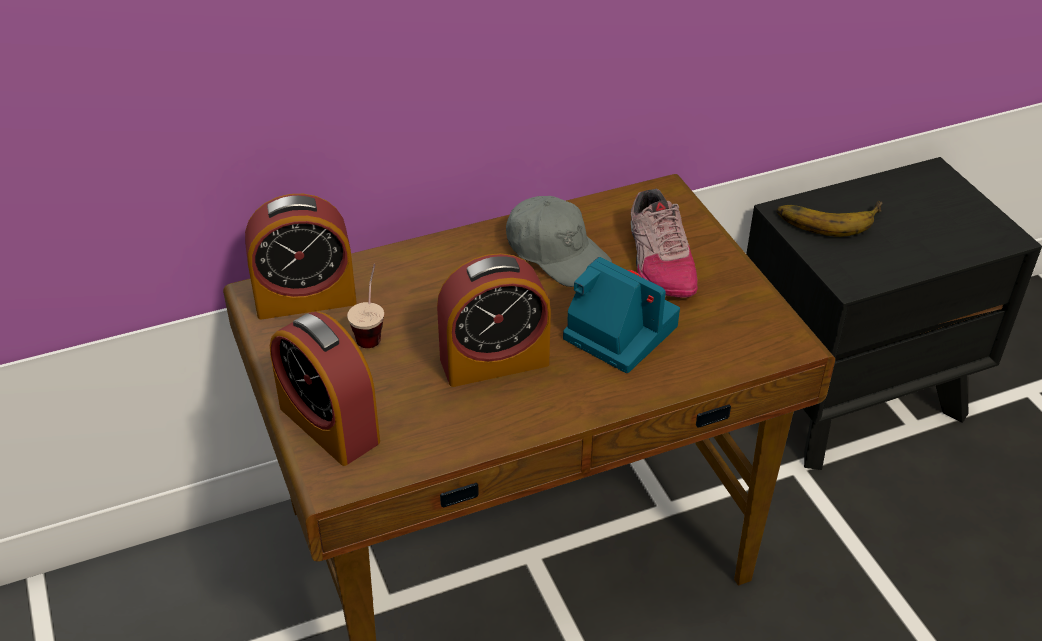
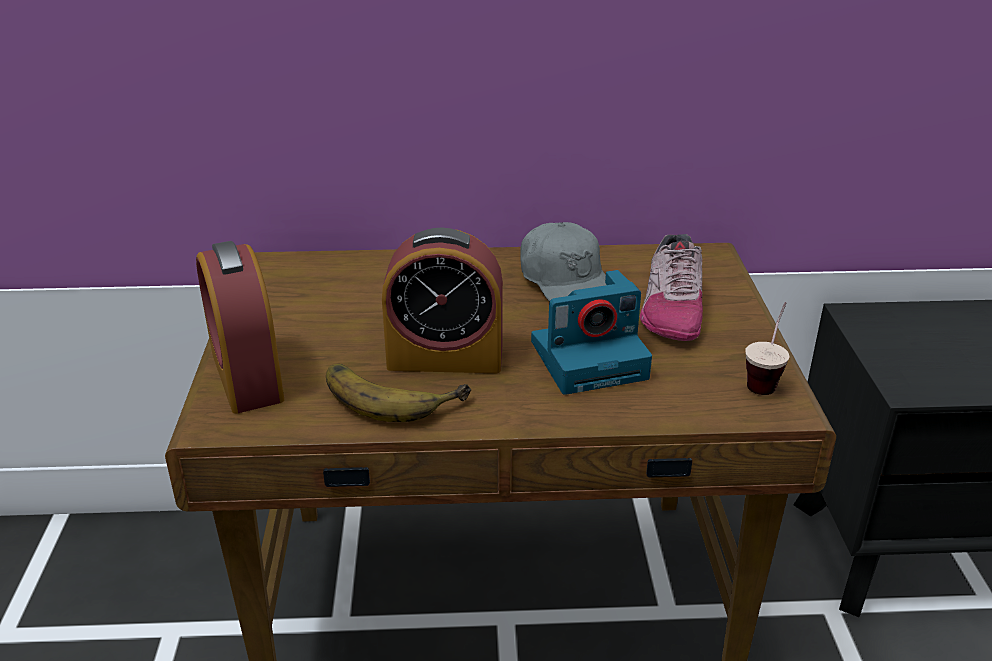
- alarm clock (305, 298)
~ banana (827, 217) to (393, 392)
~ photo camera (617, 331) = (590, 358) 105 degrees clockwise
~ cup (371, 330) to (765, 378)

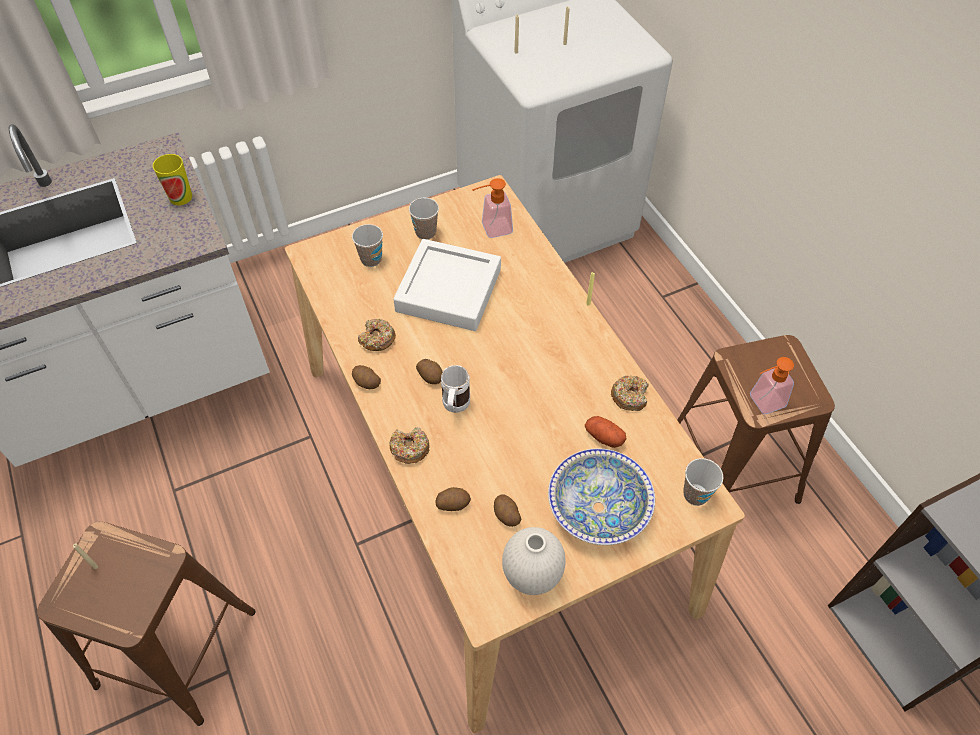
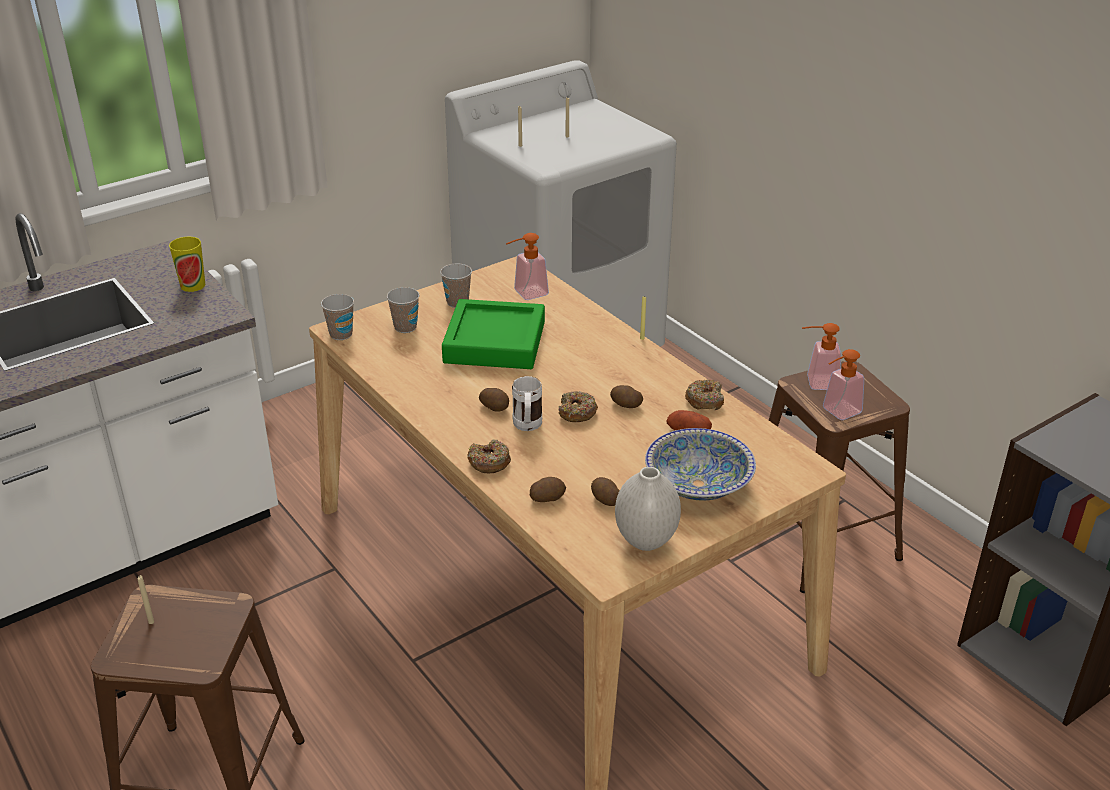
~ tray (white) (448, 290) to tray (green) (494, 342)
~ donut (377, 339) to (577, 412)
~ potato (366, 382) to (625, 405)
~ cup (695, 494) to (341, 334)
+ soap dispenser (816, 383)

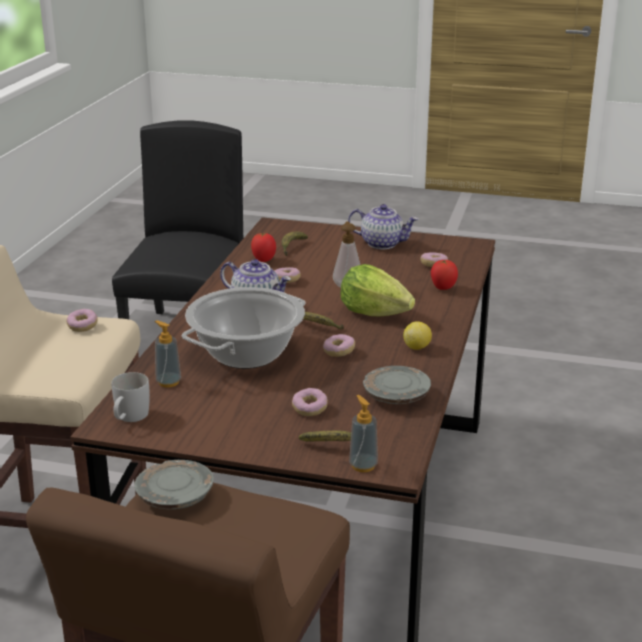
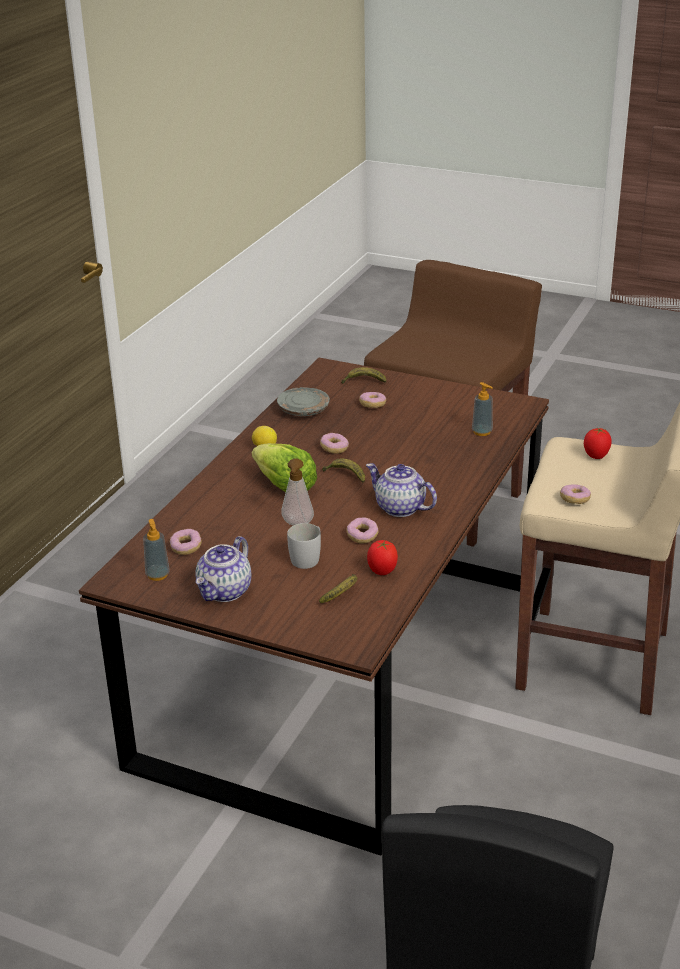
~ teapot (382, 243) = (225, 591) 90 degrees counterclockwise
~ tomato (443, 288) to (596, 456)
- cooking pot (246, 353)
~ mug (white) (129, 418) to (308, 557)
~ soap dispenser (363, 465) to (157, 575)
- plate (grey) (175, 496)

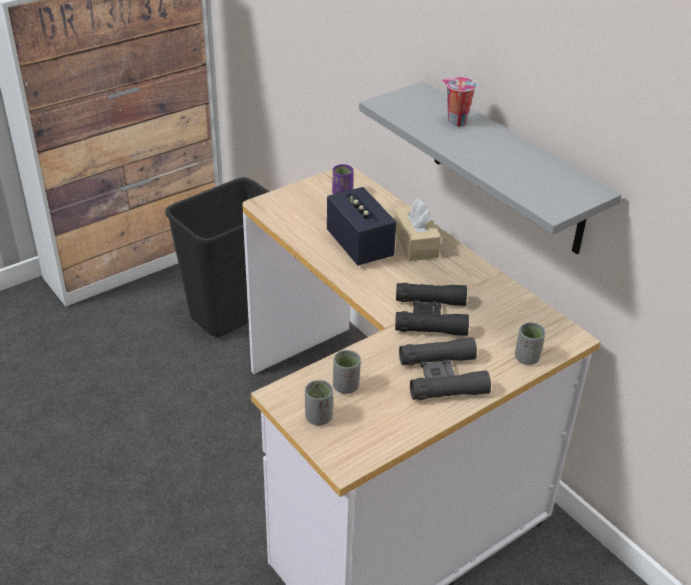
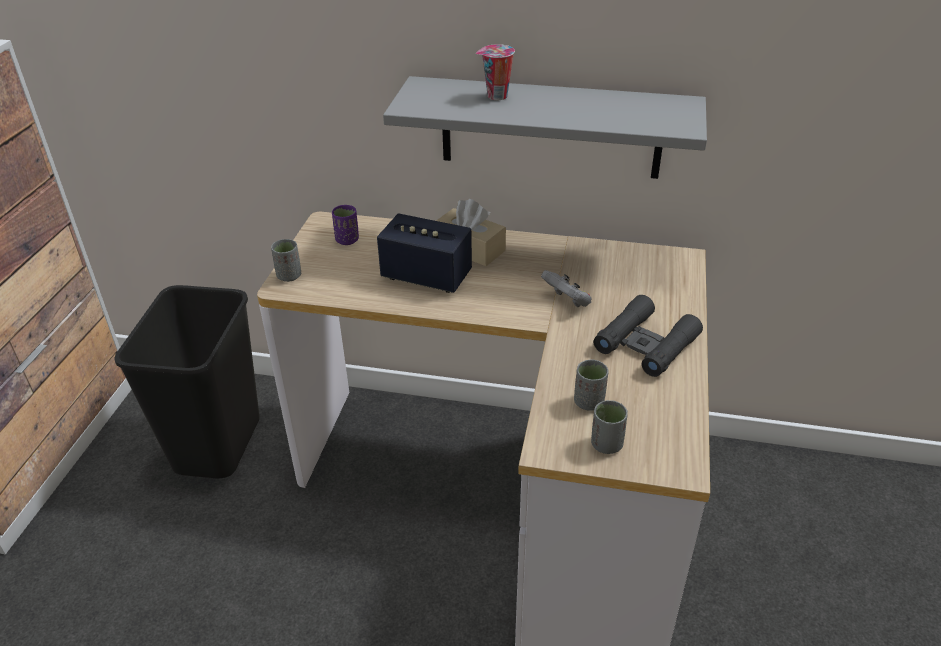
~ binoculars (black) (430, 316) to game controller (grey) (567, 301)
~ cup (grey) (527, 358) to (289, 276)

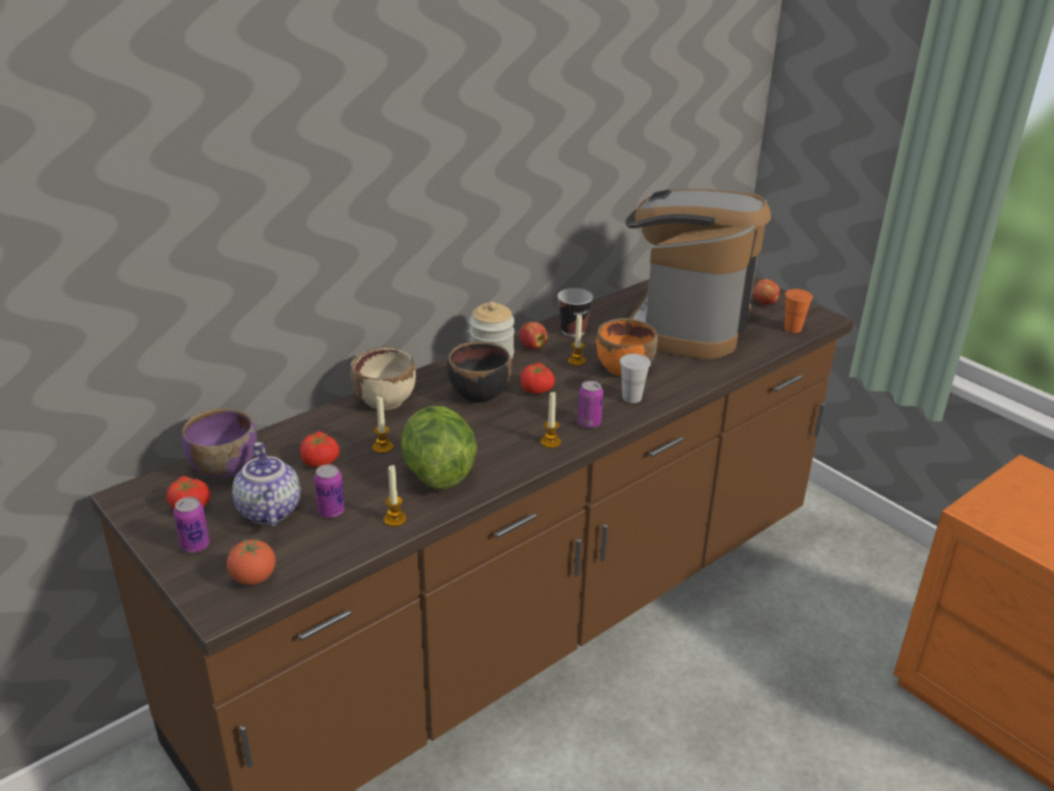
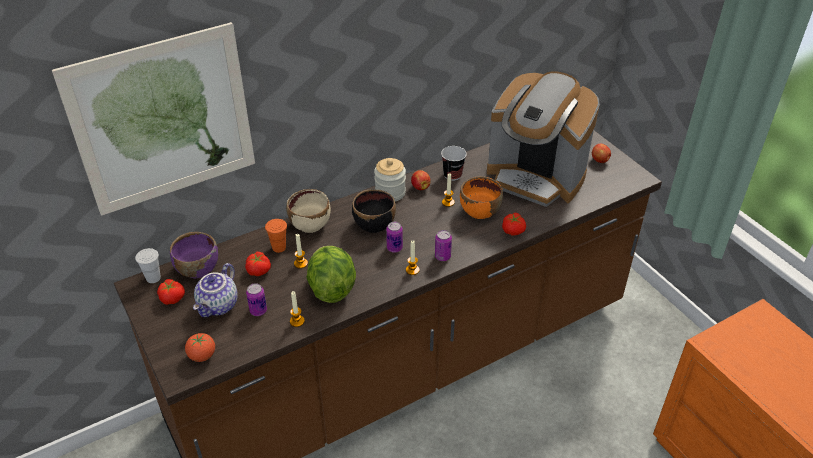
~ coffee machine (687, 326) = (536, 177) 90 degrees counterclockwise
~ cup (orange) (792, 328) to (279, 247)
~ cup (white) (632, 397) to (153, 278)
~ tomato (537, 389) to (513, 230)
~ teapot (267, 510) = (219, 306) 150 degrees counterclockwise
~ can (195, 545) to (394, 248)
+ picture (163, 120)

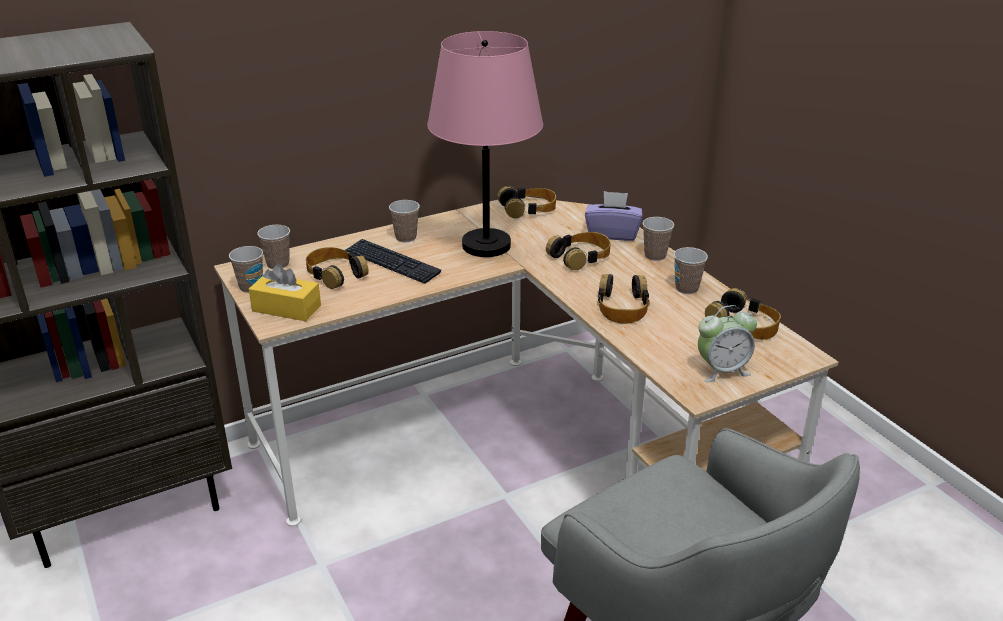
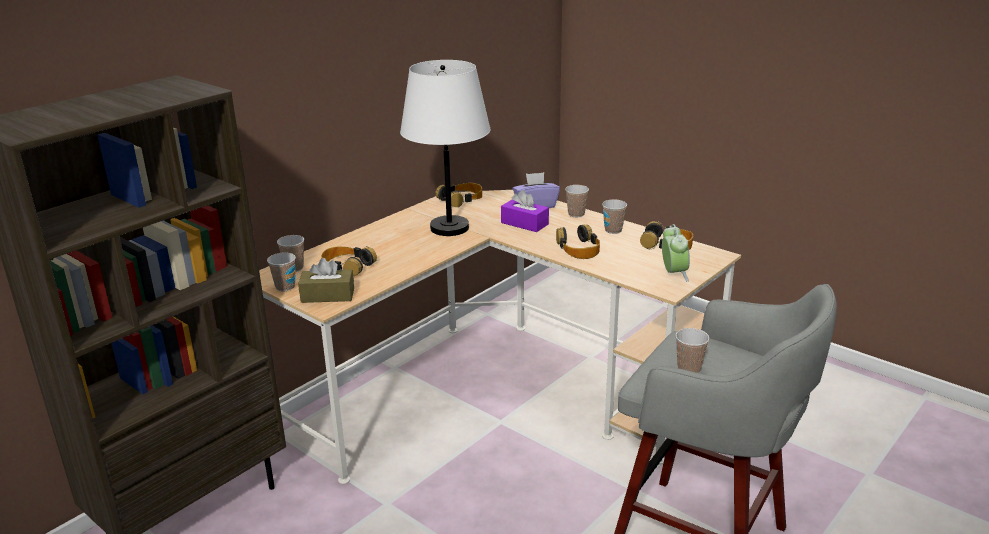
~ table lamp (pink) (486, 246) to table lamp (white) (450, 228)
~ cup (406, 237) to (689, 369)
~ headphones (580, 257) to tissue box (purple) (524, 223)
- keyboard (391, 263)
~ tissue box (yellow) (286, 308) to tissue box (brown) (327, 295)
~ alarm clock (722, 370) = (673, 273) 60 degrees counterclockwise

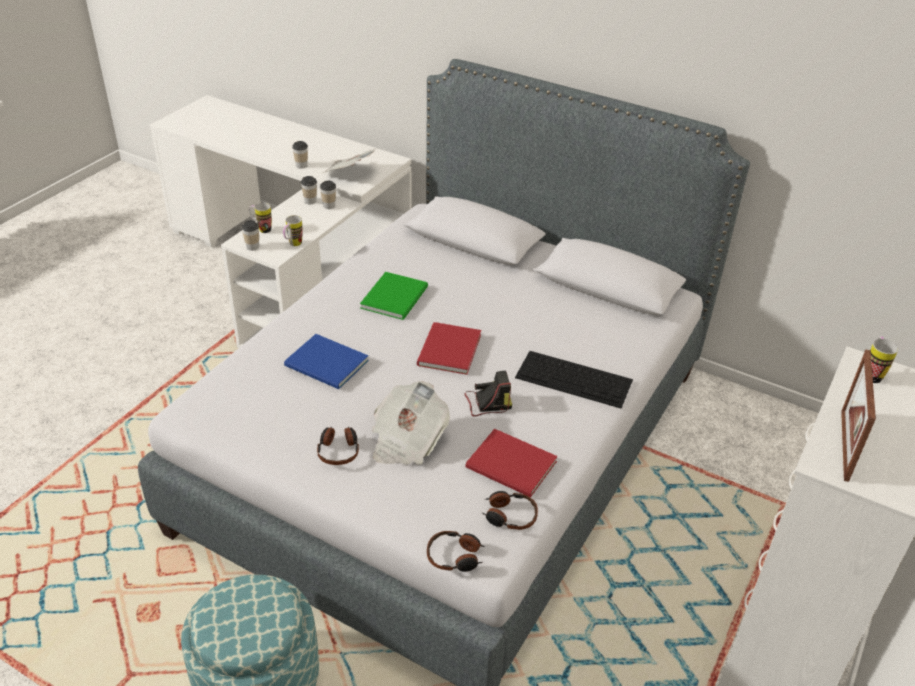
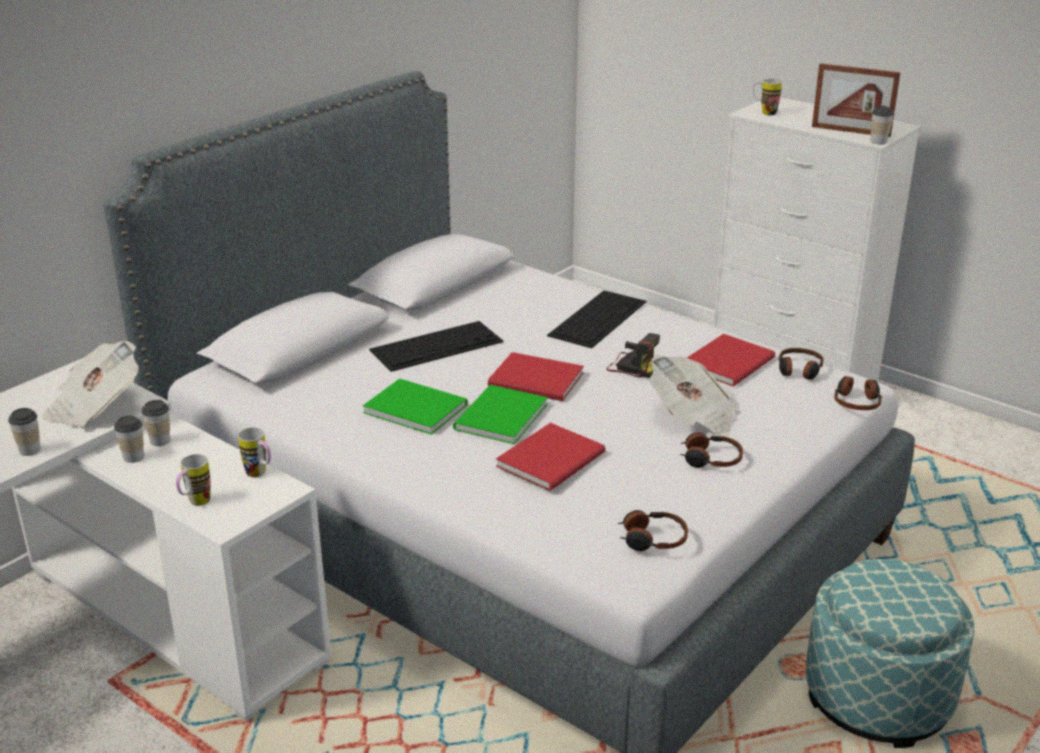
~ cup (252, 247) to (878, 142)
~ book (blue) (327, 365) to book (red) (554, 459)
~ photo camera (487, 403) = (632, 367) 120 degrees clockwise
+ keyboard (437, 345)
+ book (green) (497, 417)
+ headphones (652, 539)

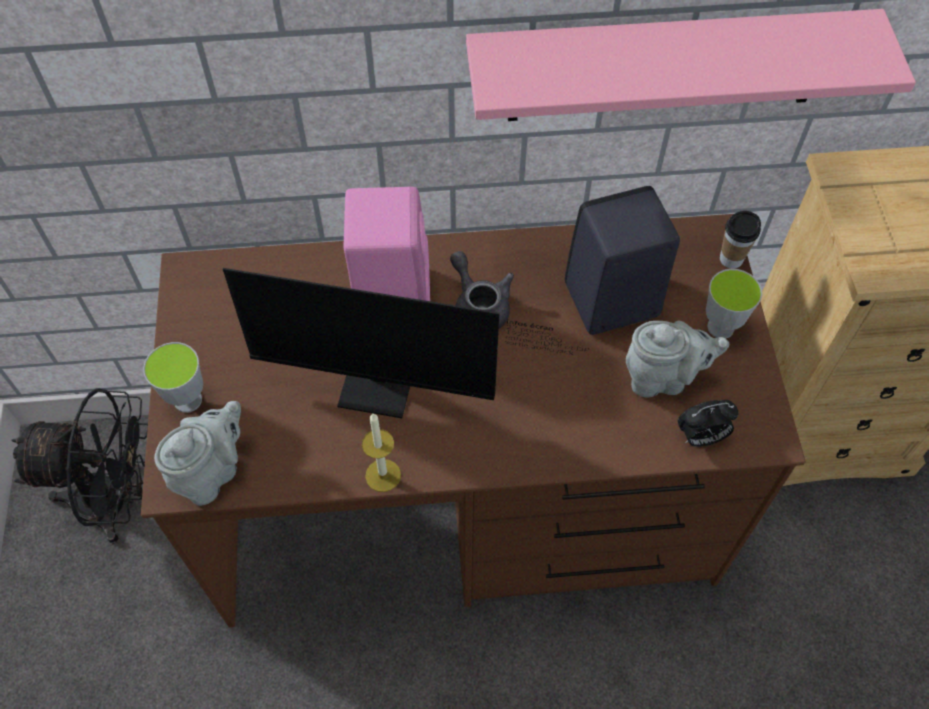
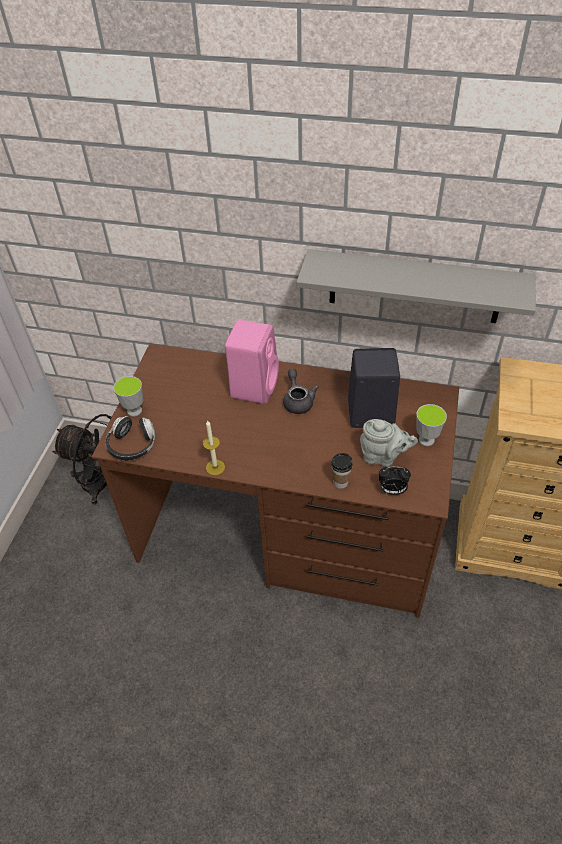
~ shelf (pink) (666, 66) to shelf (grey) (414, 287)
~ cup (731, 259) to (340, 482)
- monitor (388, 389)
~ teapot (grey) (212, 472) to headphones (132, 445)

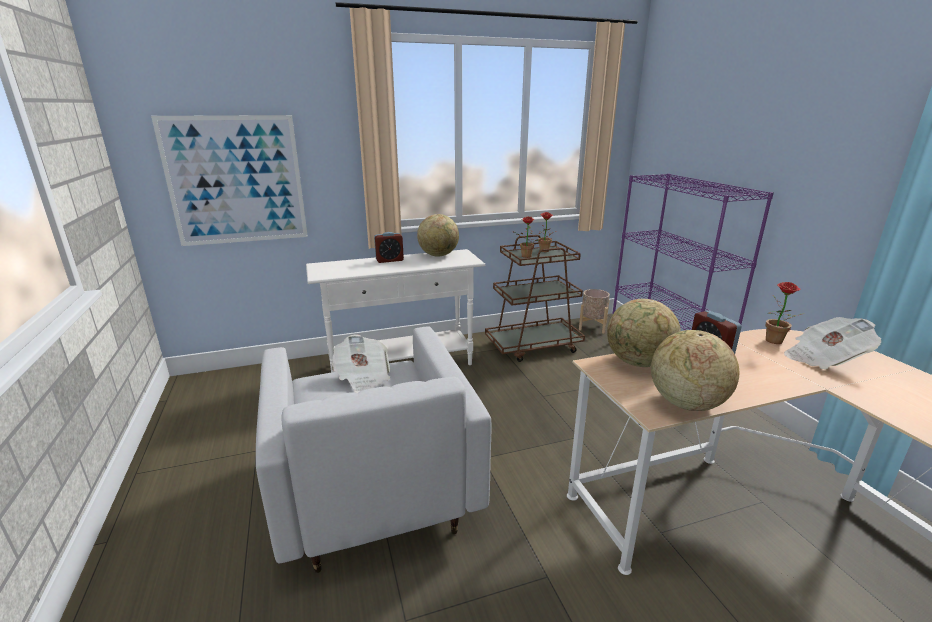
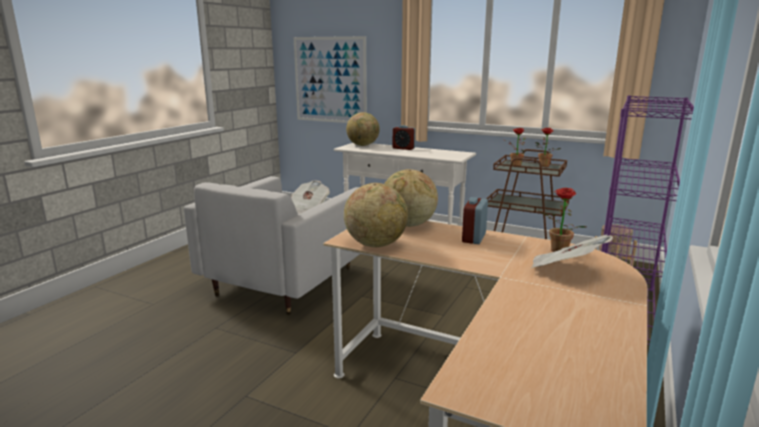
~ globe (438, 255) to (363, 145)

